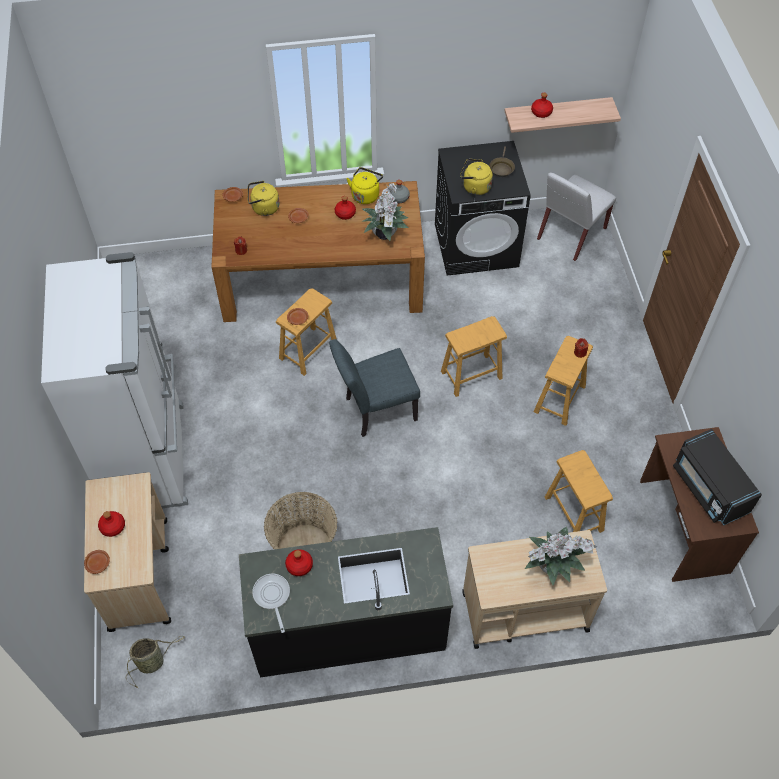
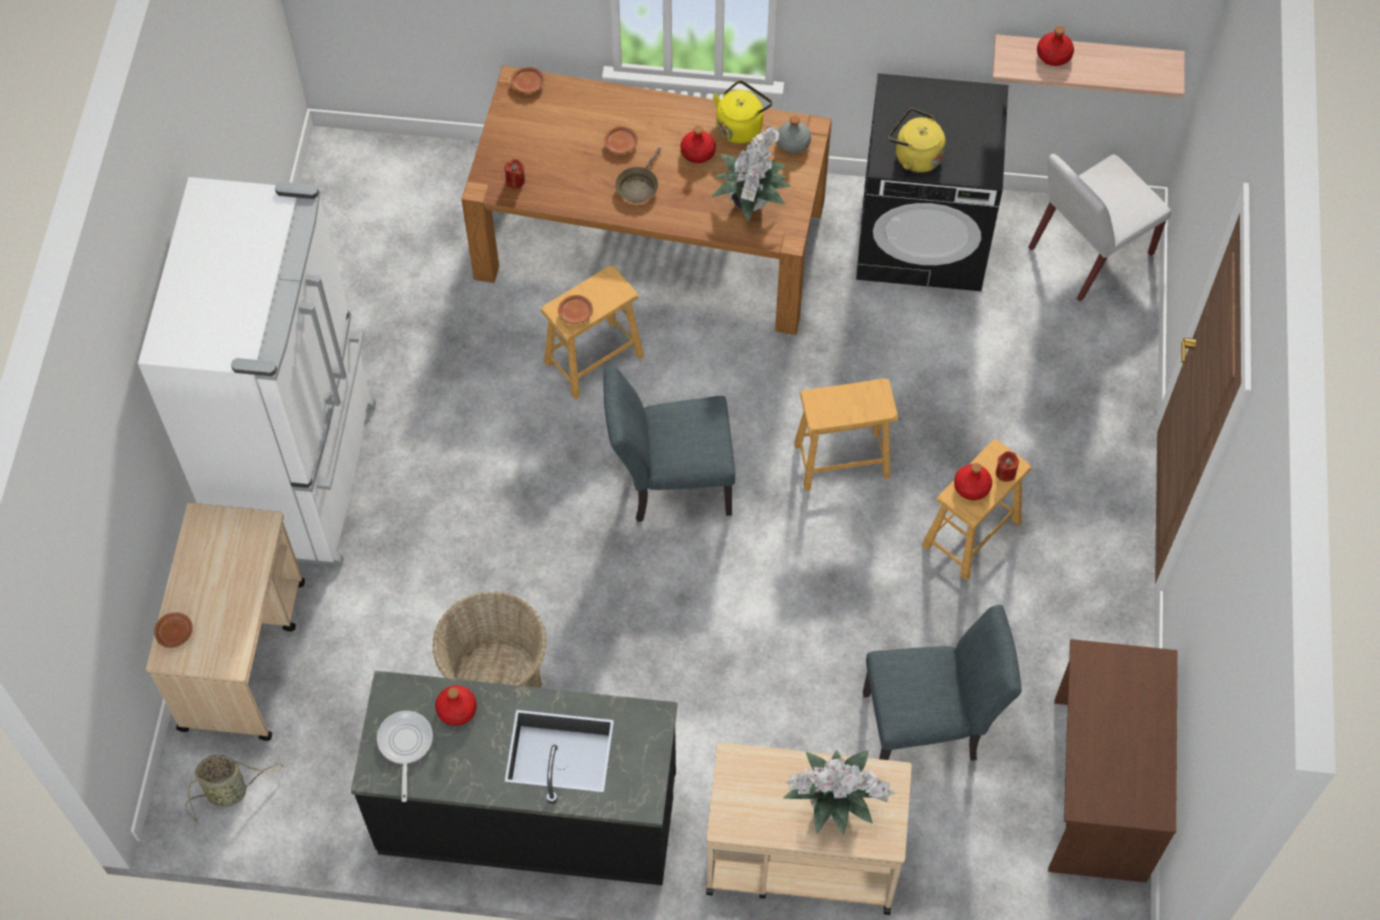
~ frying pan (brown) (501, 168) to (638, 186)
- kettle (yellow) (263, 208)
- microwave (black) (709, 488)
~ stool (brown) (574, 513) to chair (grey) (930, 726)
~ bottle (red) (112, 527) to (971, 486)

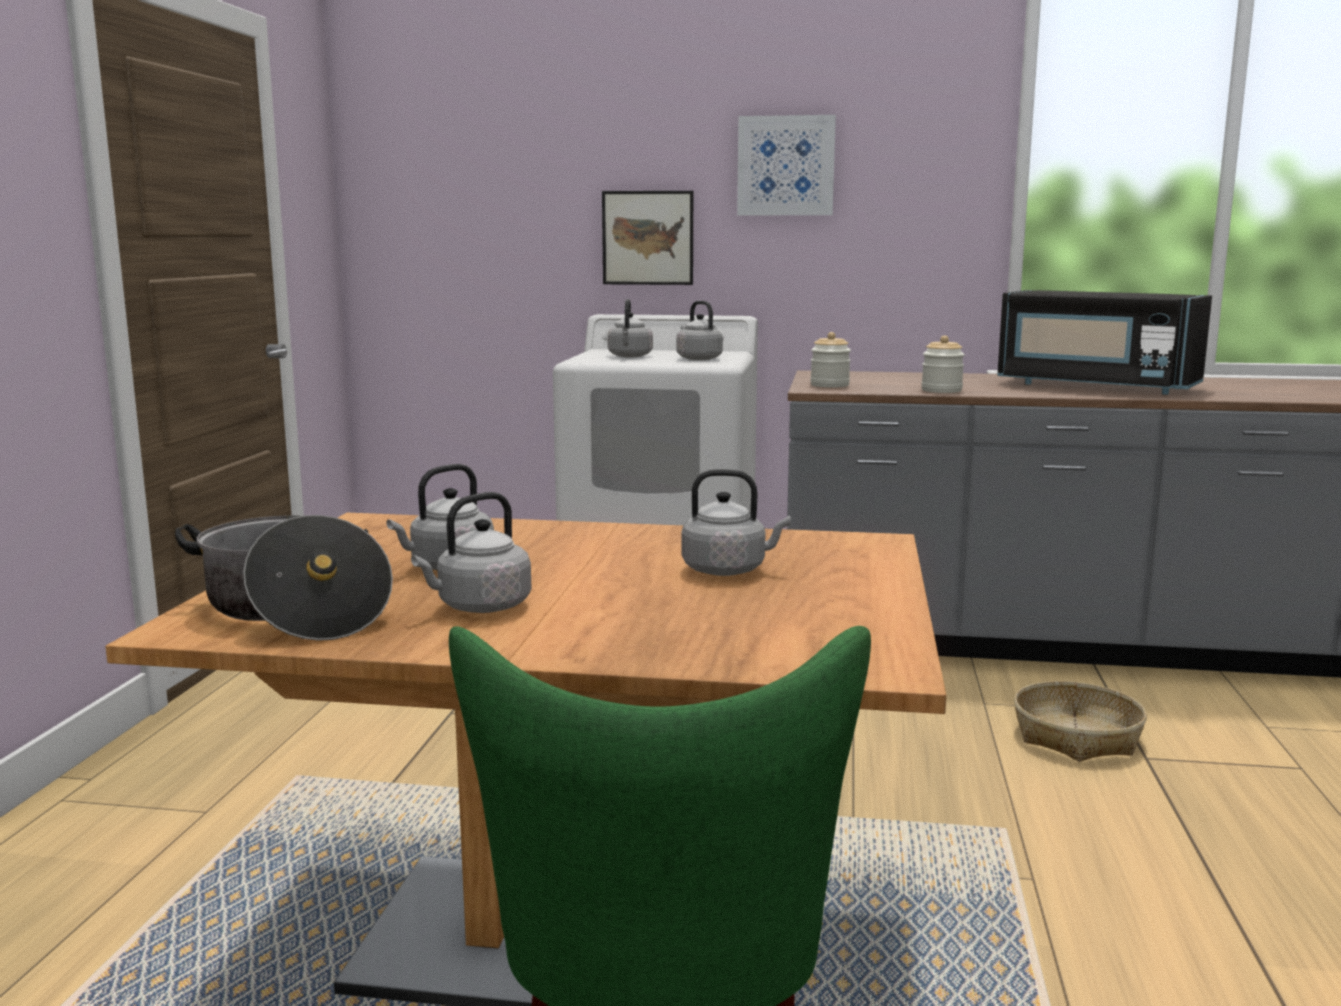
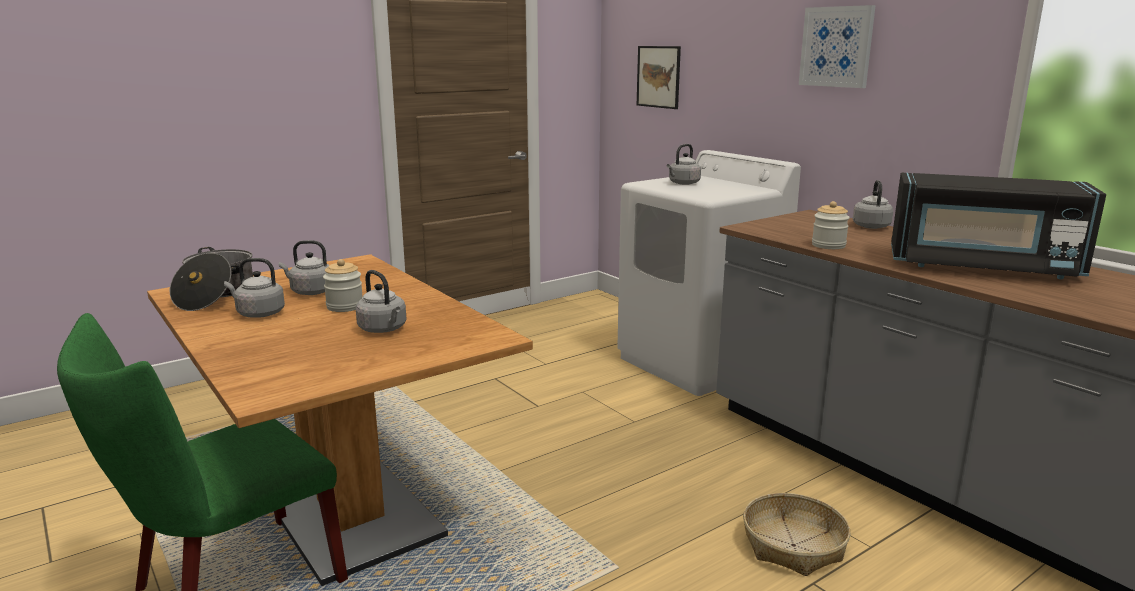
~ picture (648, 238) to (658, 77)
~ microwave (black) (1095, 386) = (981, 267) 60 degrees counterclockwise
~ kettle (grey) (697, 358) to (871, 226)
~ jar (829, 385) to (345, 306)

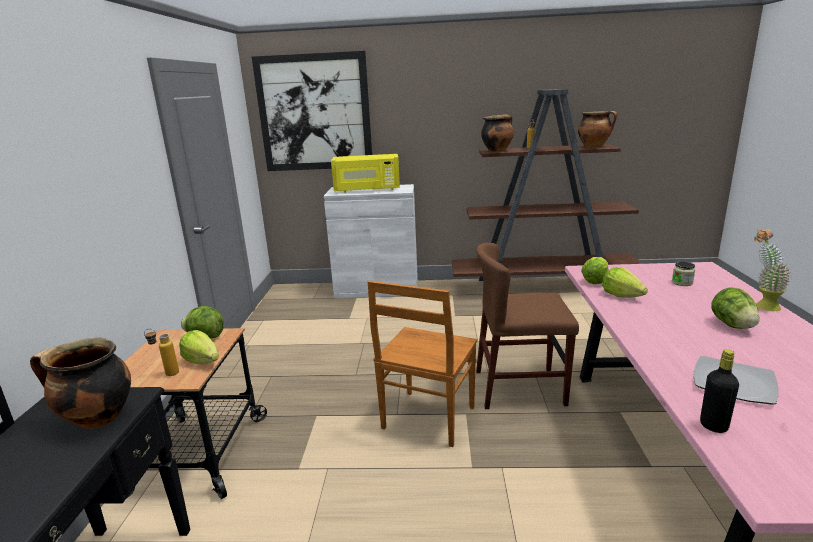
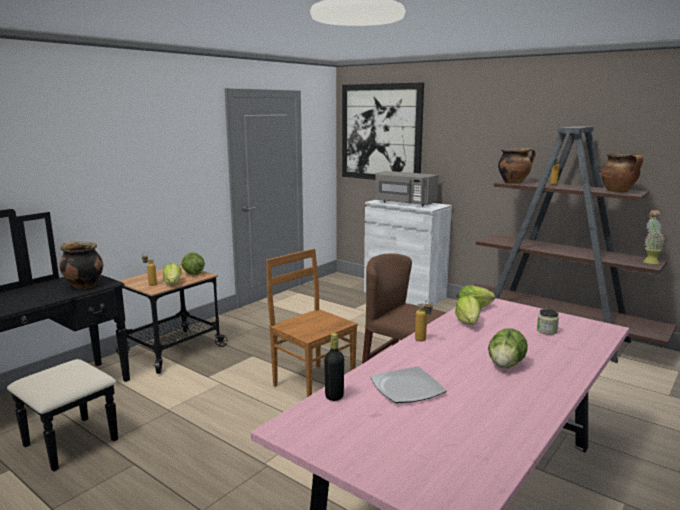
~ microwave (yellow) (367, 190) to microwave (grey) (404, 203)
~ potted plant (761, 305) to (649, 261)
~ chair (brown) (427, 419) = (312, 384) 75 degrees clockwise
+ bottle (423, 341)

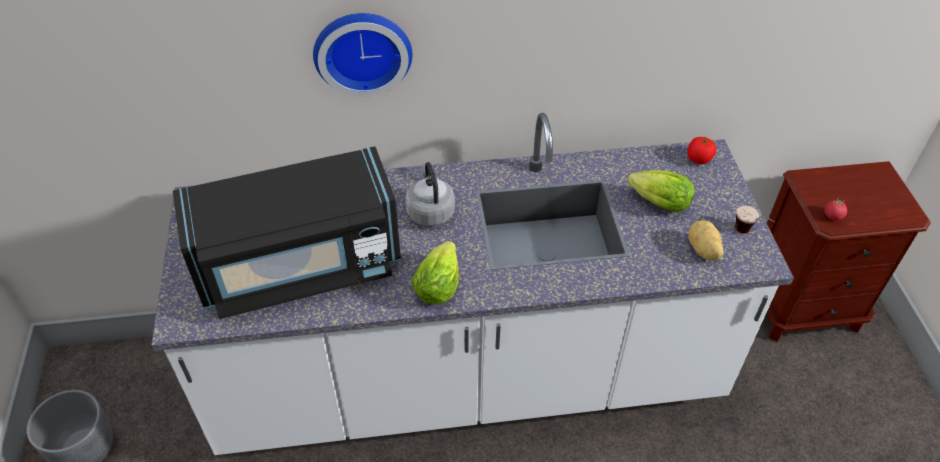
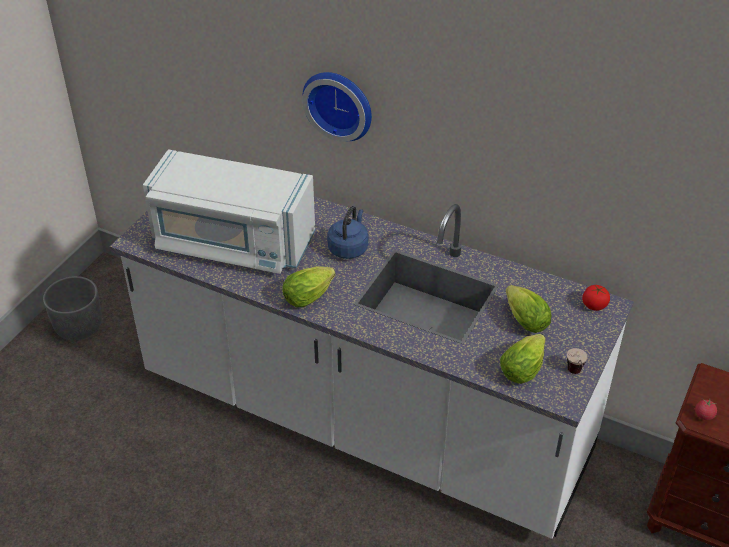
~ microwave (black) (300, 266) to microwave (white) (232, 242)
~ kettle (grey) (430, 211) to kettle (blue) (349, 248)
~ potato (702, 250) to lettuce (524, 368)

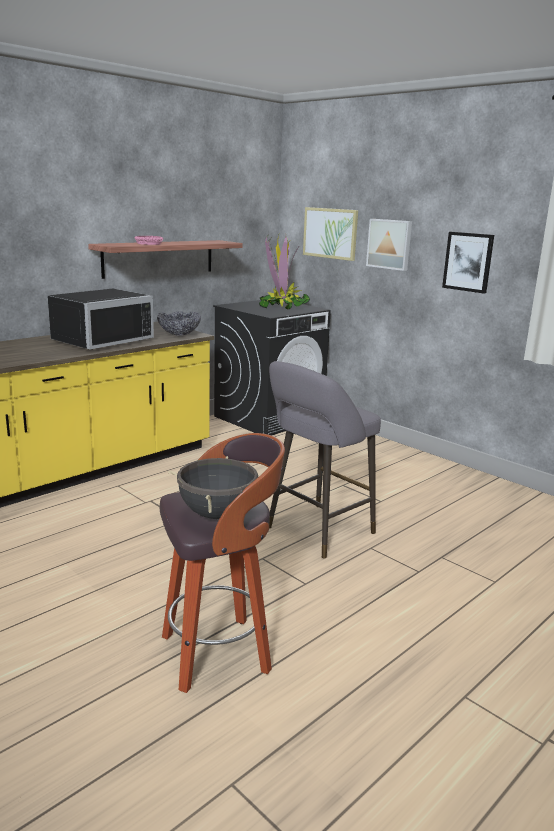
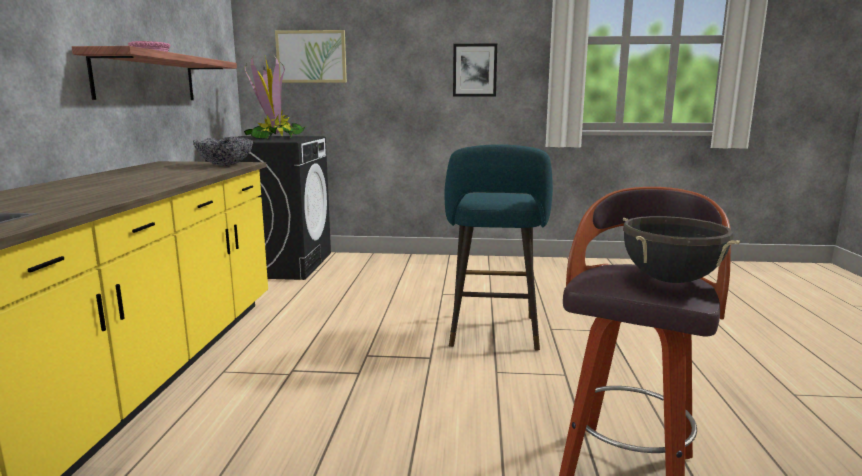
- picture (390, 244)
- microwave (black) (99, 340)
~ stool (grey) (316, 532) to stool (turquoise) (493, 334)

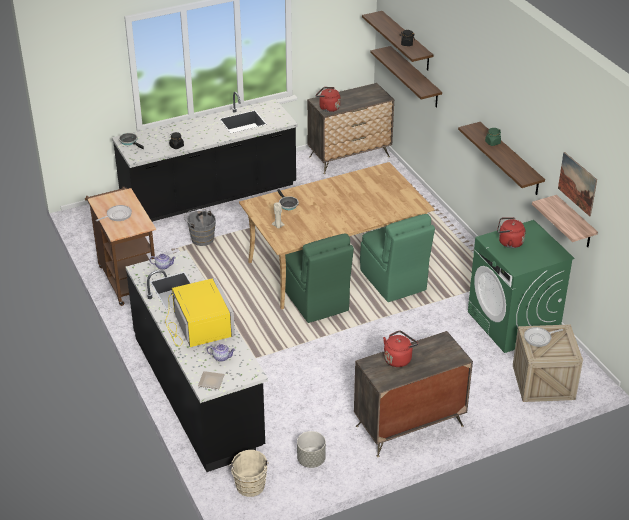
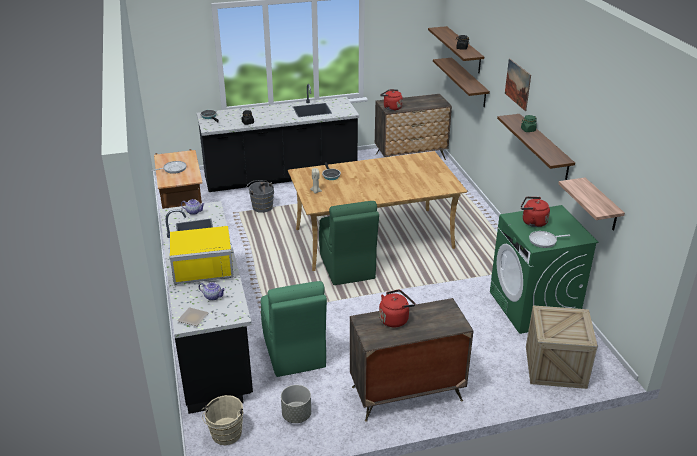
~ picture (577, 183) to (517, 84)
~ chair (green) (393, 281) to (294, 352)
~ microwave (yellow) (199, 326) = (203, 266) 90 degrees clockwise
~ frying pan (539, 338) to (544, 241)

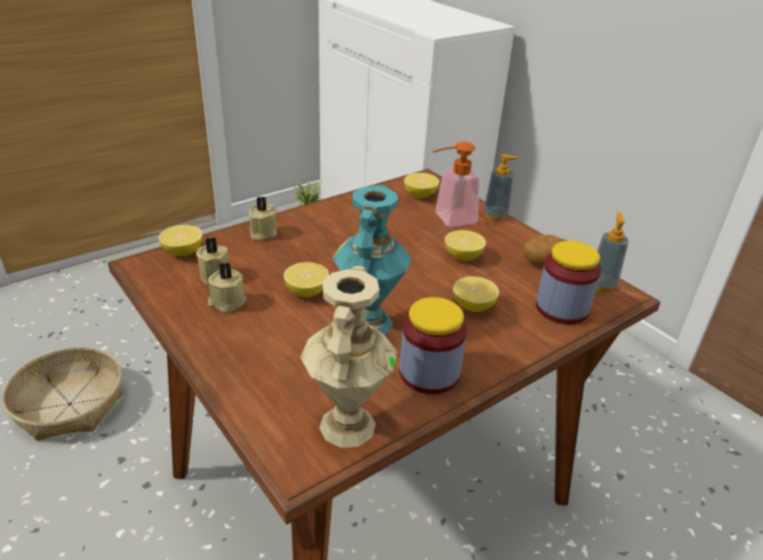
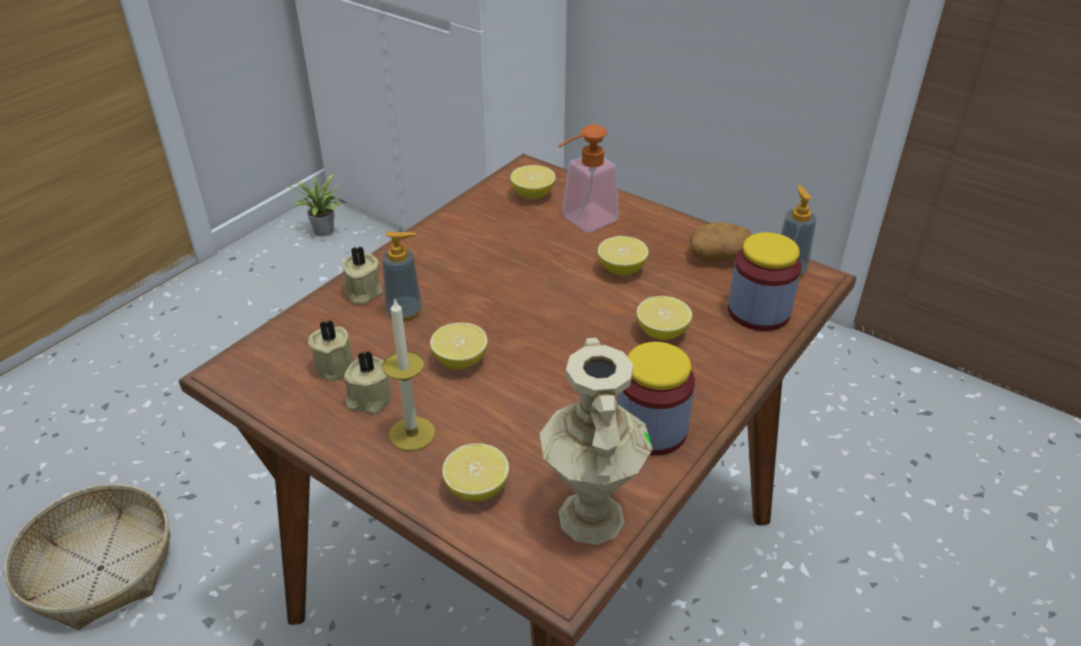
~ soap dispenser (495, 215) to (404, 312)
- vase (turquoise) (370, 323)
~ lemon (183, 252) to (476, 489)
+ candle (412, 434)

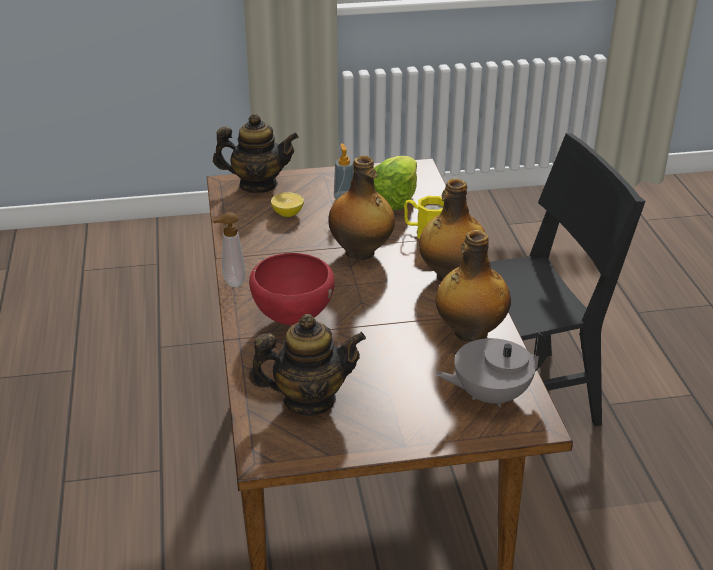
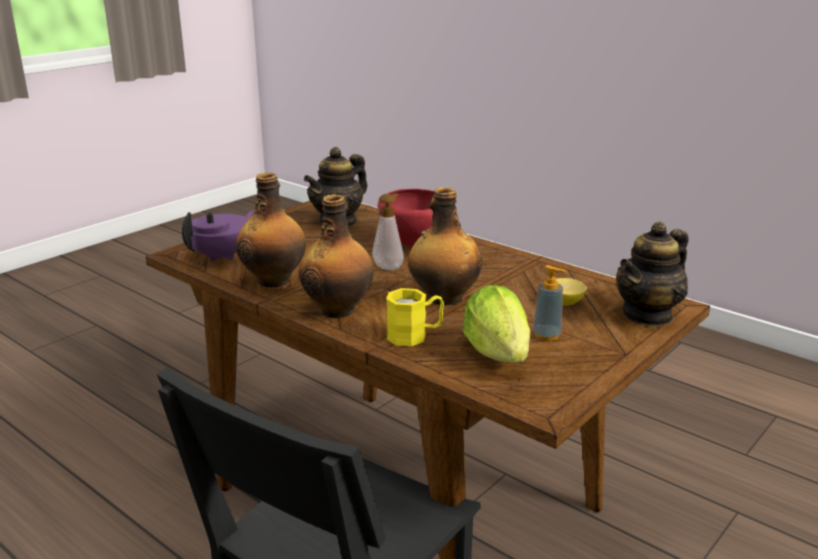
~ soap dispenser (231, 282) to (389, 267)
~ teapot (grey) (490, 395) to teapot (purple) (223, 256)

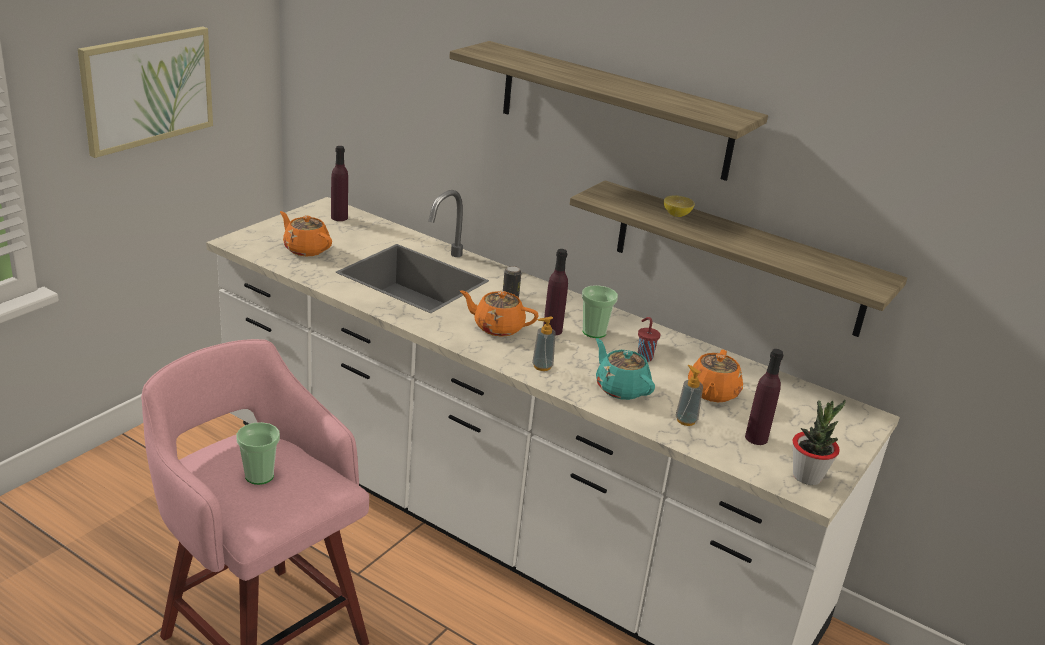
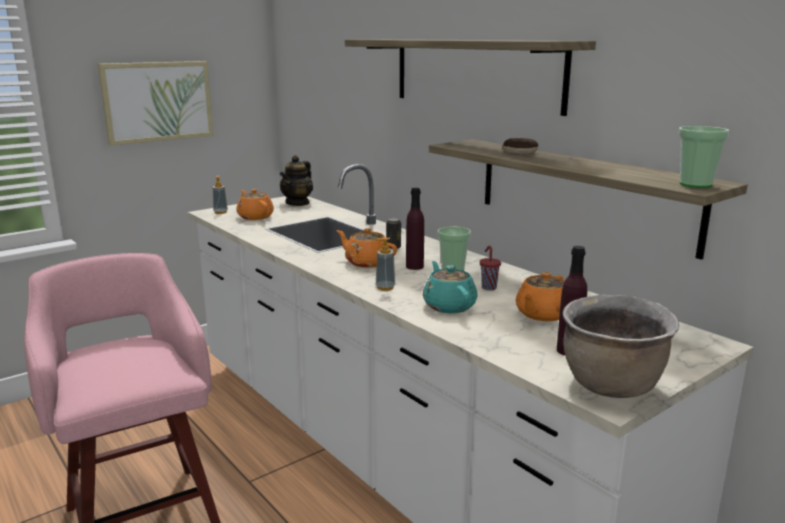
~ bottle (purple) (339, 217) to teapot (297, 203)
~ lemon (677, 215) to donut (520, 152)
~ soap dispenser (686, 420) to (220, 212)
~ potted plant (807, 476) to cooking pot (brown) (611, 386)
~ cup (259, 476) to (695, 184)

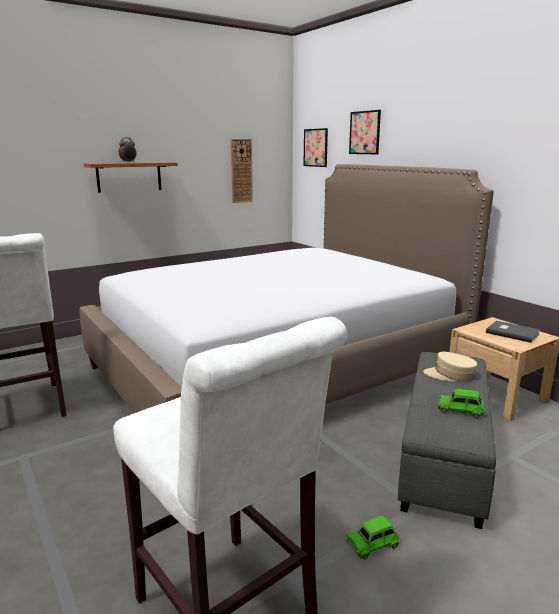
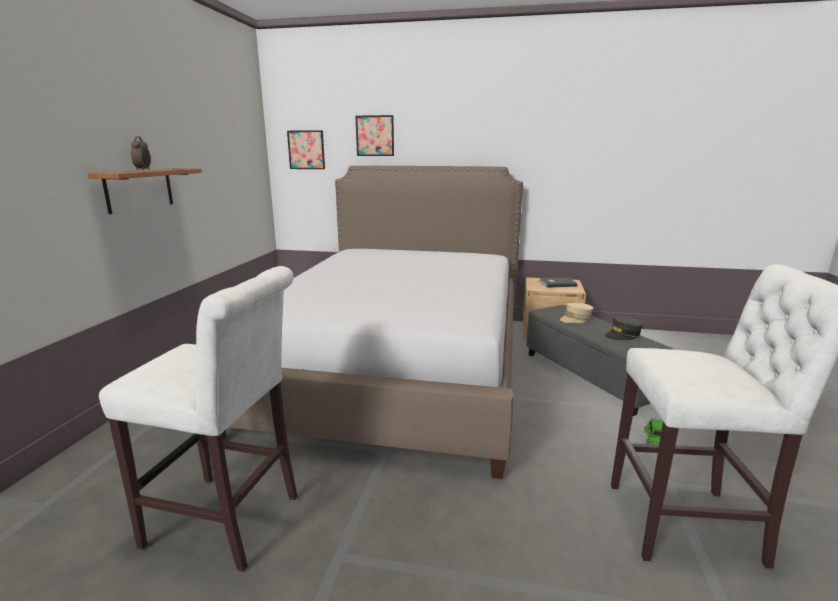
- wall clock (241, 171)
~ toy car (green) (460, 409) to cap (grey) (623, 335)

